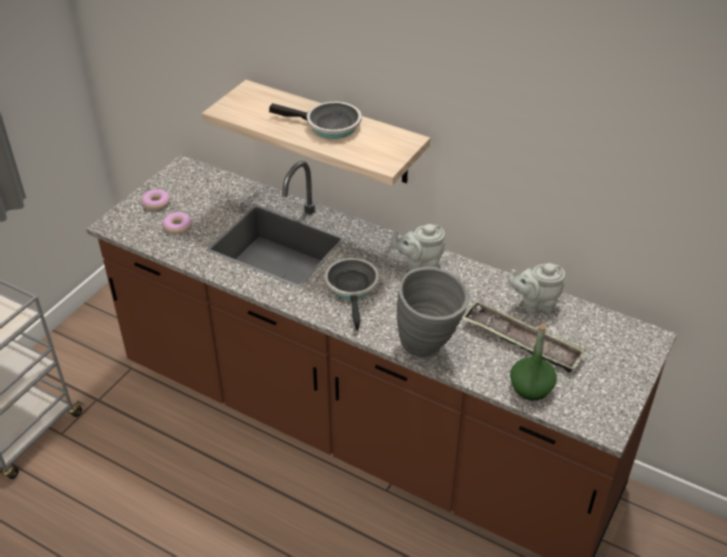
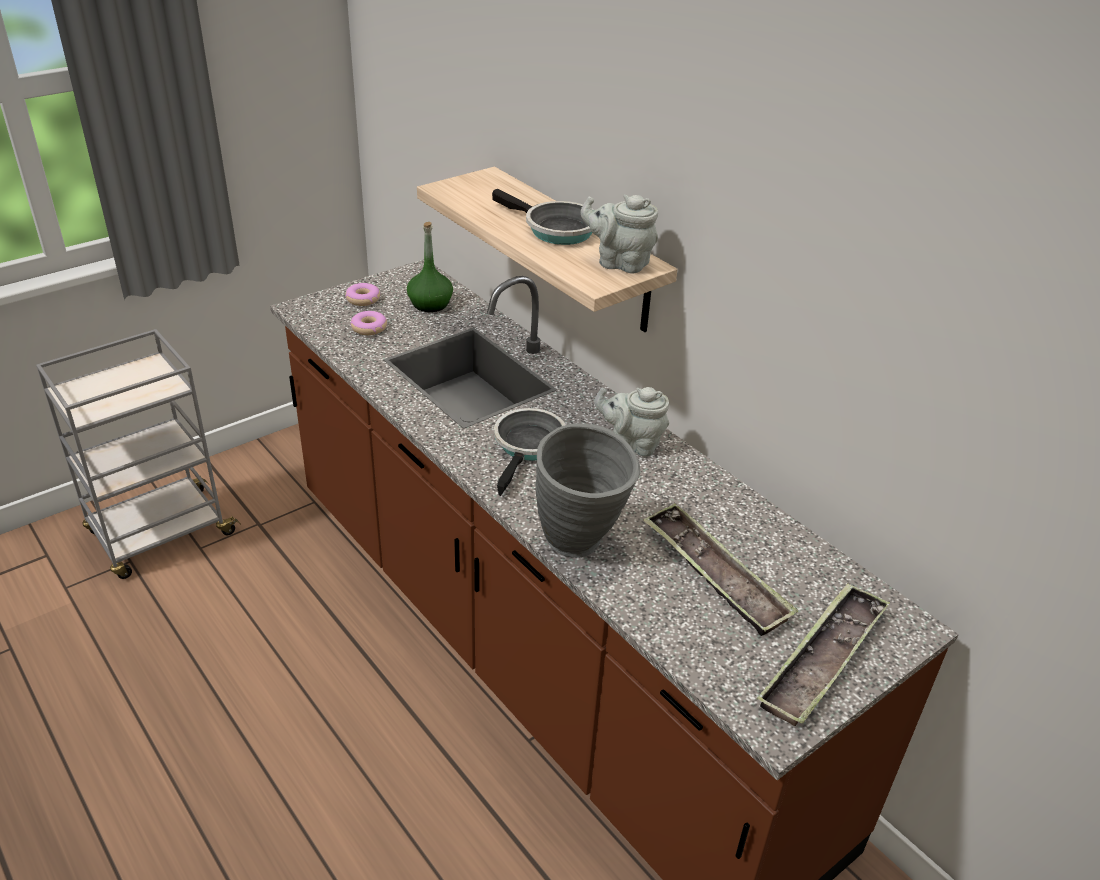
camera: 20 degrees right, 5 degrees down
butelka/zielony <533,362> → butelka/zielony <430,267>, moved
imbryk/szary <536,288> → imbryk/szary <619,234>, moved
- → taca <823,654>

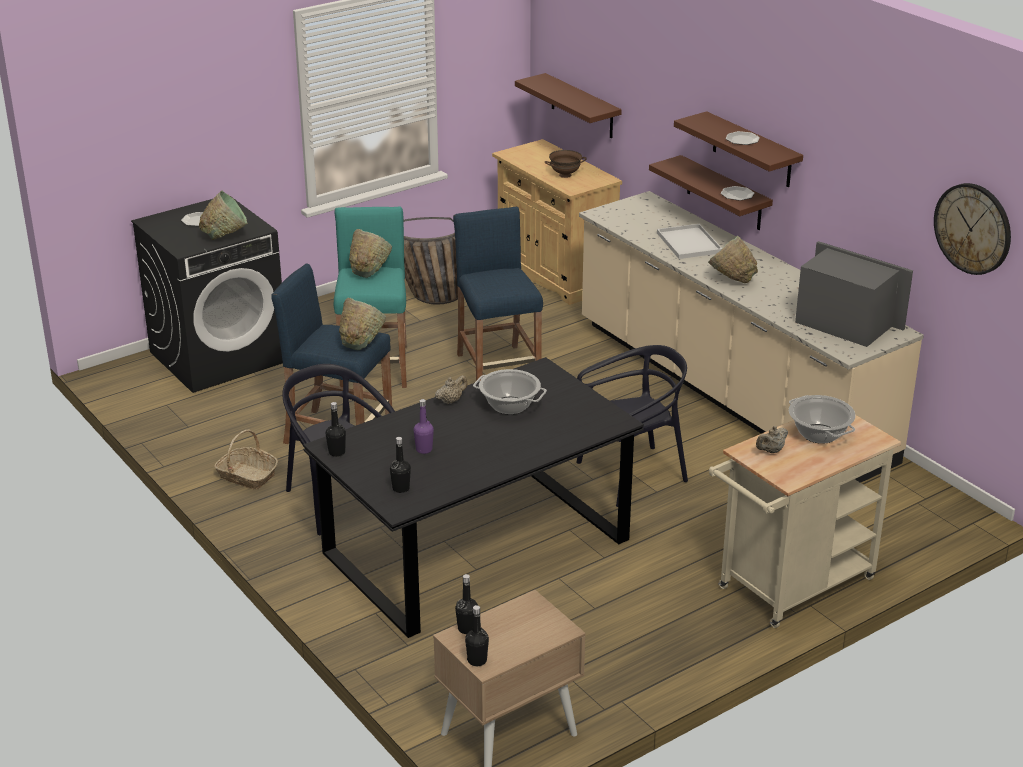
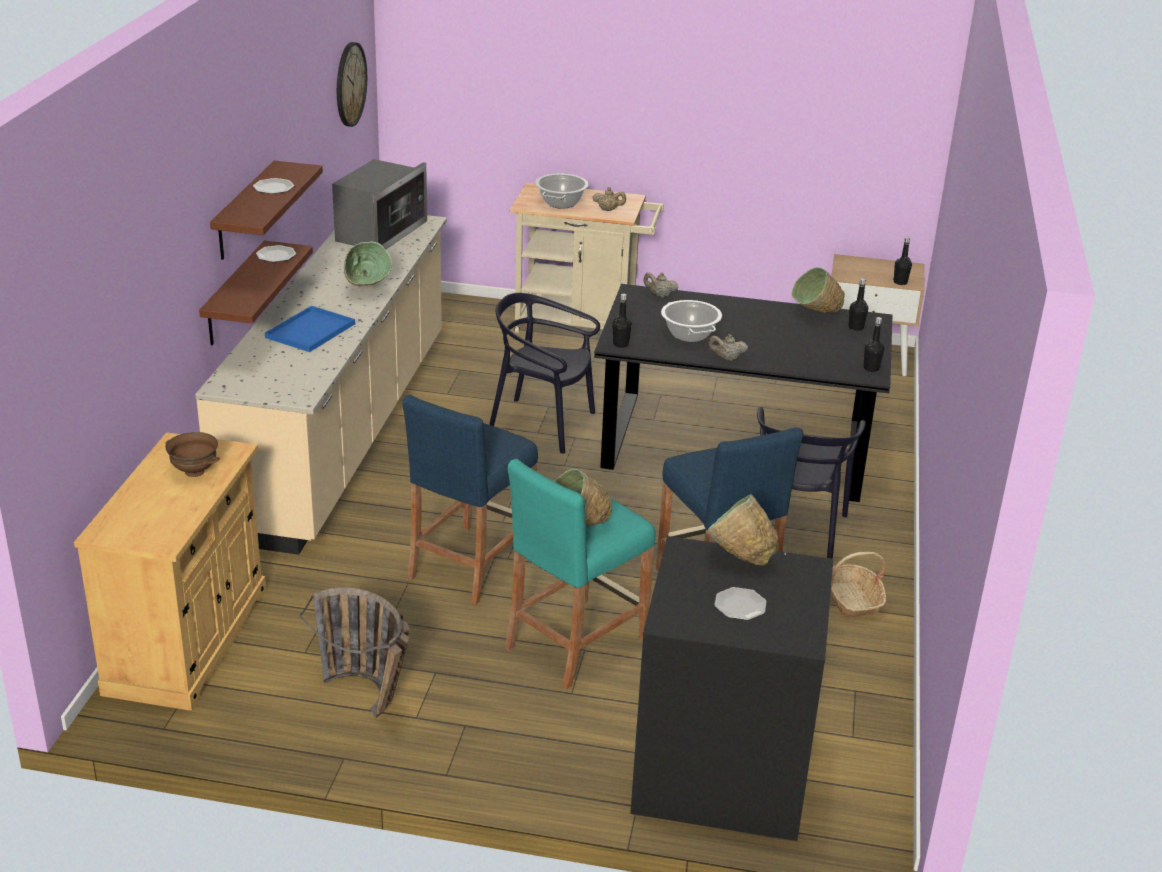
camera: 135 degrees left, 0 degrees up
taca/biały <689,241> → taca/niebieski <310,329>
mikrofalówka <854,294> → mikrofalówka <379,204>, 150 degrees counterclockwise
butelka/czarny <477,635> → butelka/czarny <622,321>, moved
- → imbryk/beżowy <660,285>
miska/zielony <362,324> → miska/zielony <818,290>, moved
butelka/fioletowy <424,426> → -
półka/brązowy <568,105> → -

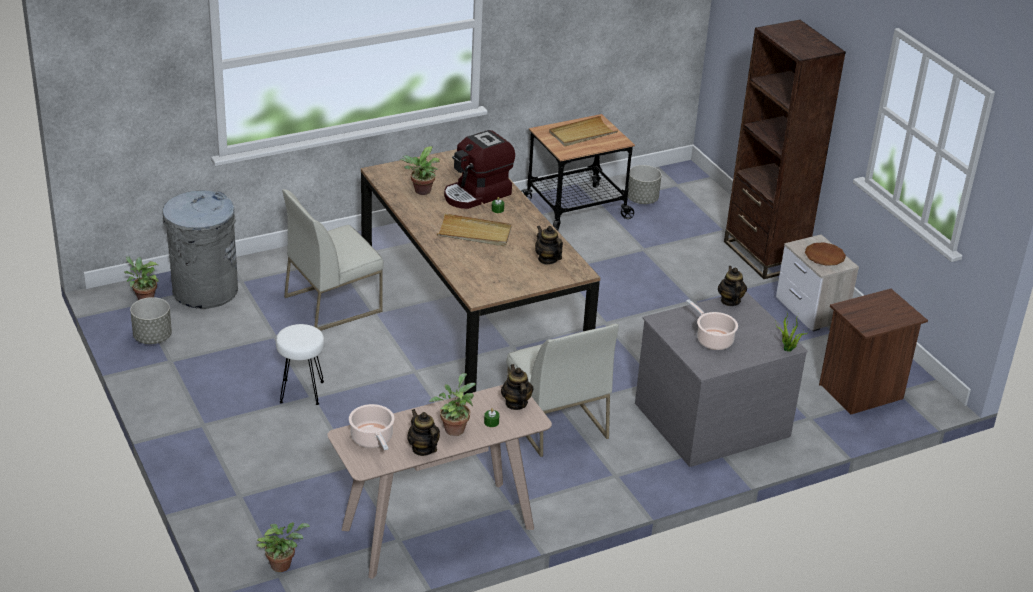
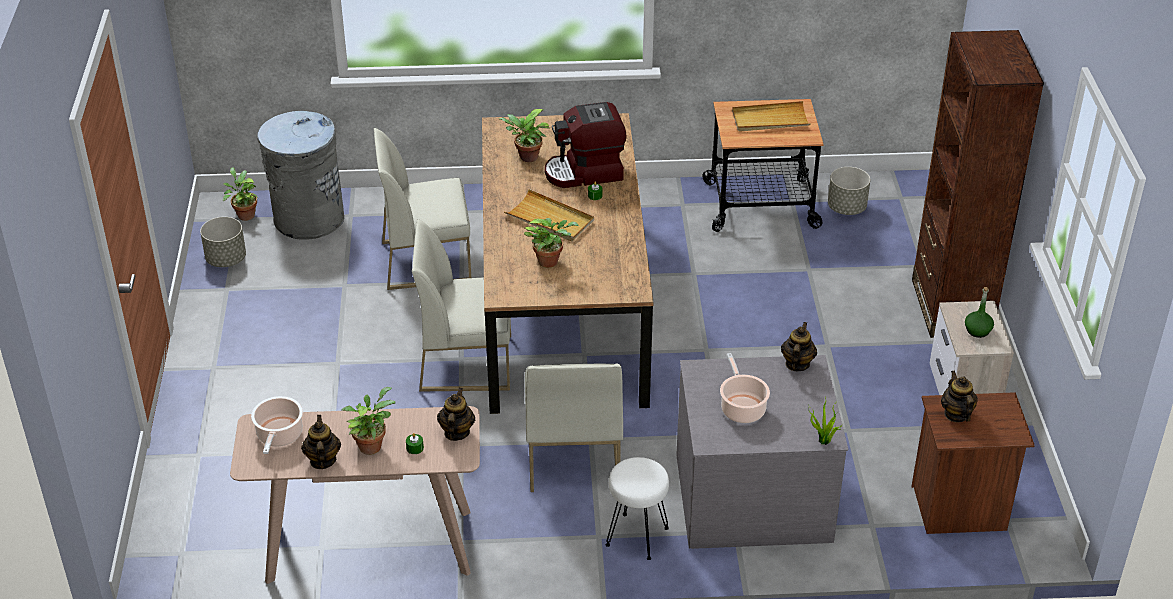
camera: 25 degrees right, 5 degrees up
- → krzesło/biały <461,305>
roślina doniczkowa <283,547> → roślina doniczkowa <551,243>, moved
stołek/biały <300,364> → stołek/biały <637,508>, moved
imbryk <549,245> → imbryk <959,396>, moved
talerz/brązowy <825,254> → butelka/zielony <979,312>

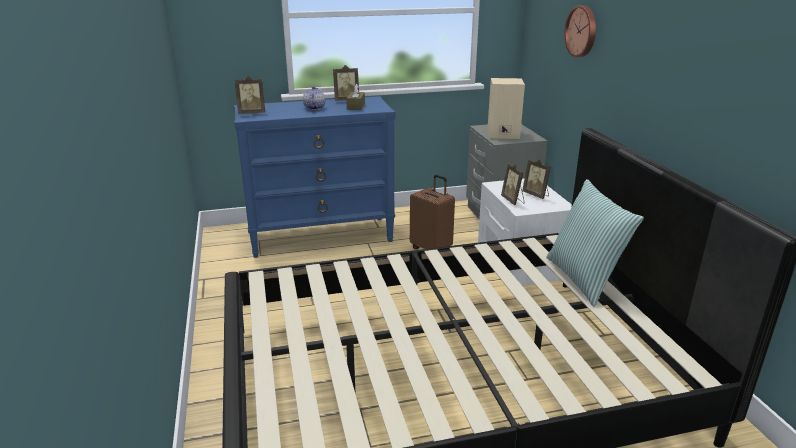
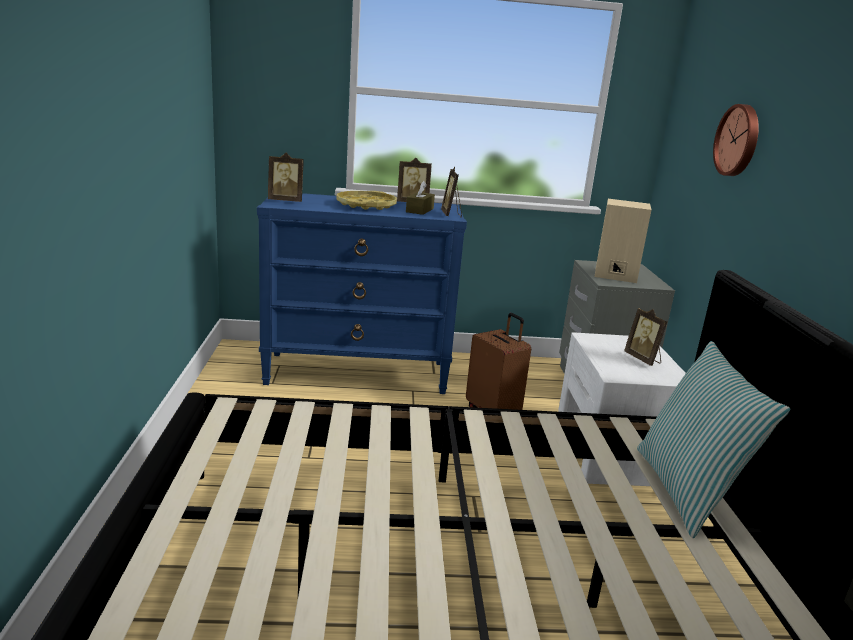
camera: 10 degrees right, 5 degrees down
imbryk <314,98> → taca/żółty <367,200>
ramka na zdjęcie <513,184> → ramka na zdjęcie <451,192>, moved

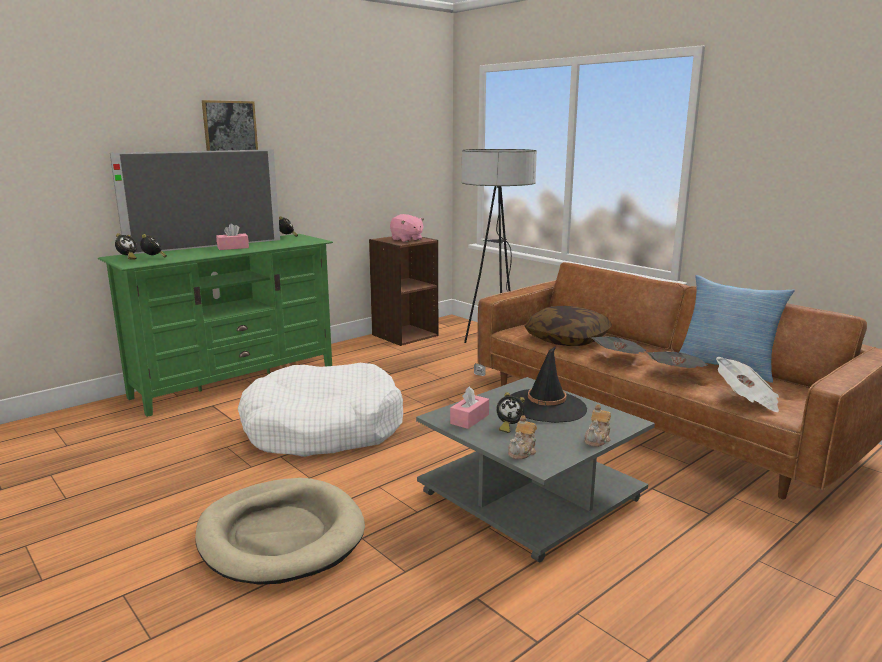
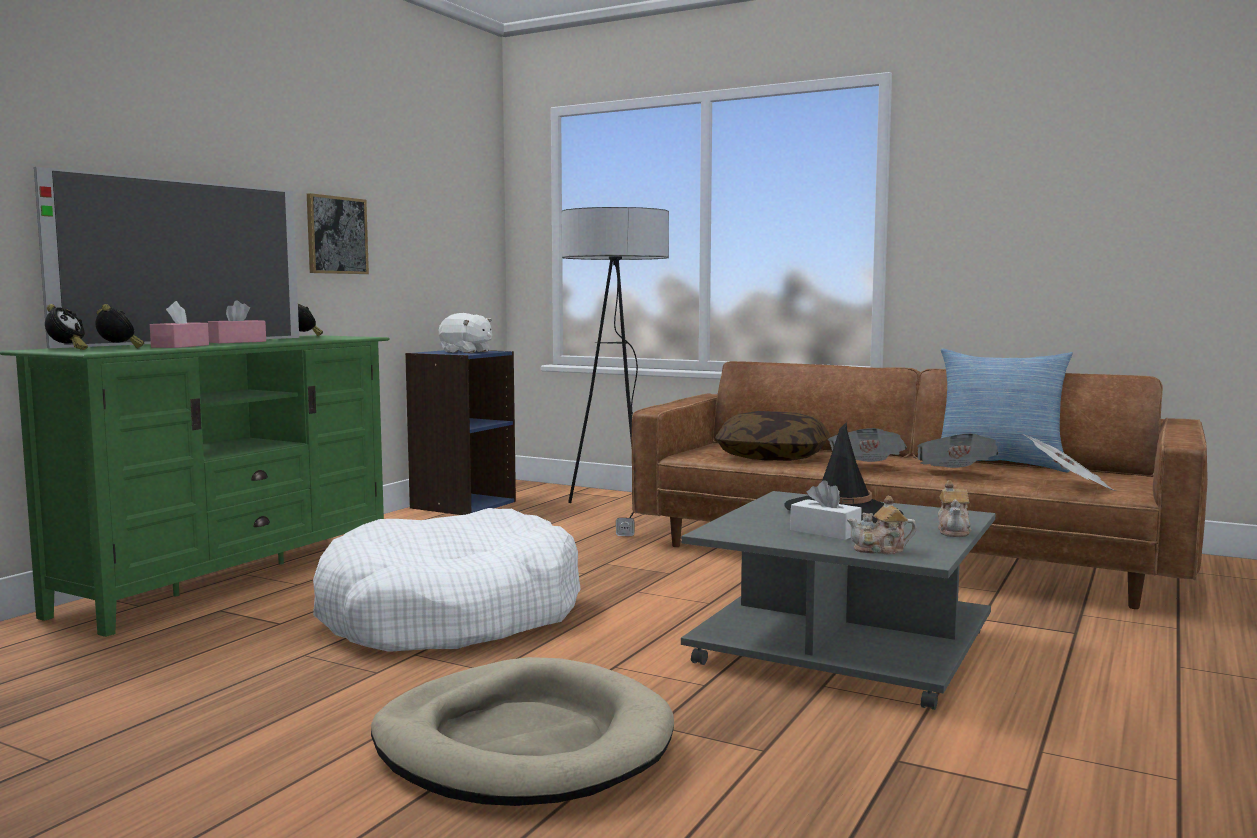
camera: 20 degrees left, 10 degrees down
pudełko chusteczek/różowy <469,408> → pudełko chusteczek/różowy <179,324>, moved
obraz <230,125> → obraz <338,233>, moved
regał/brązowy <403,291> → regał/niebieski <460,432>
pluszak/różowy <407,228> → pluszak/biały <465,333>
budzik <510,412> → pudełko chusteczek/biały <826,510>
imbryk <522,437> → imbryk <882,525>, 75 degrees clockwise

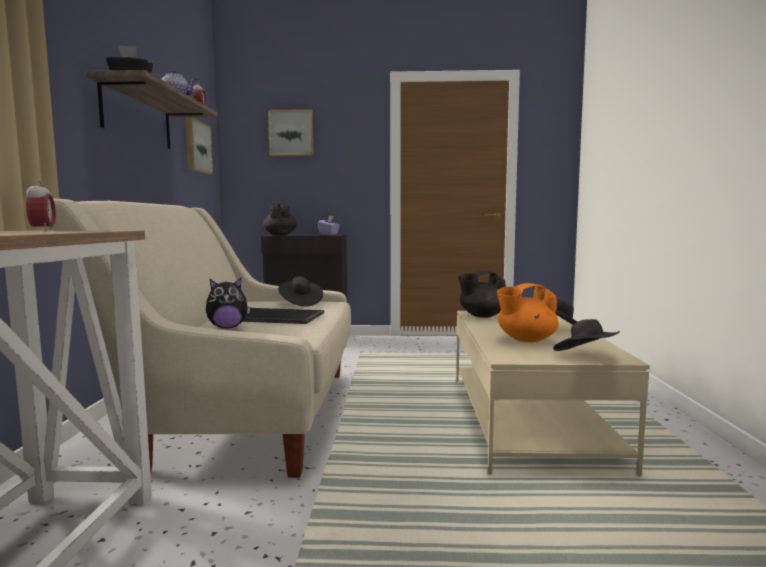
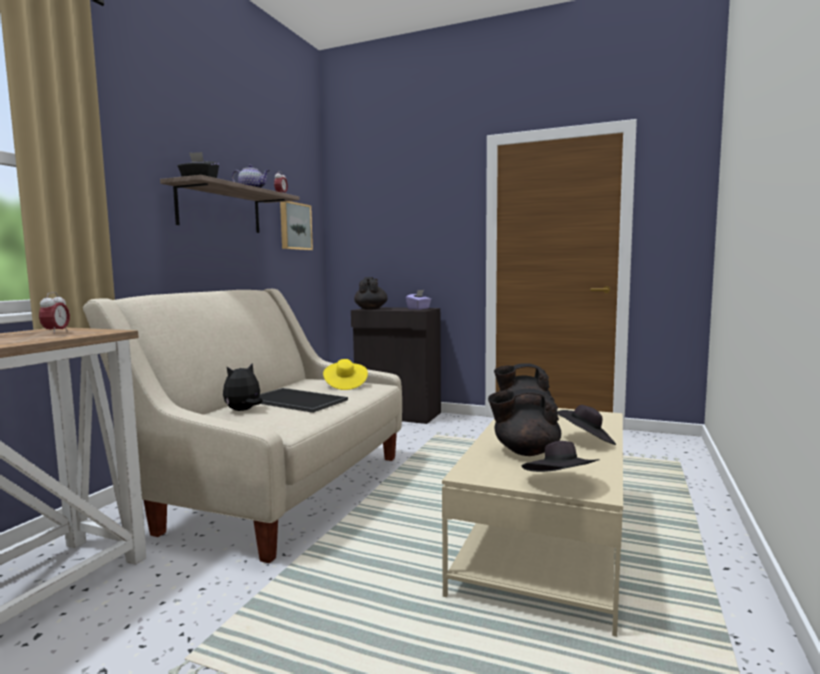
camera: 20 degrees right, 0 degrees up
pluszak <228,303> → pluszak <243,387>, 135 degrees clockwise
kapelusz/czarny <300,291> → kapelusz/żółty <345,374>
imbryk/pomarańczowy <528,312> → imbryk/czarny <524,422>
obraz <291,132> → -

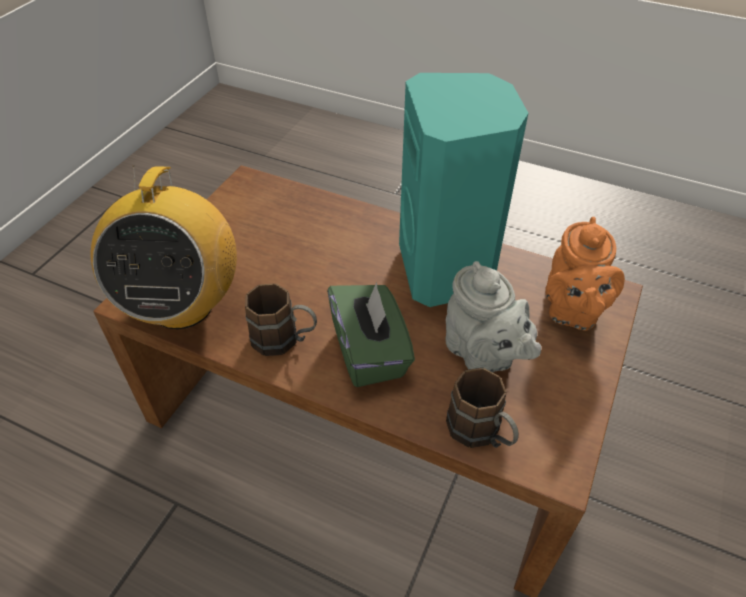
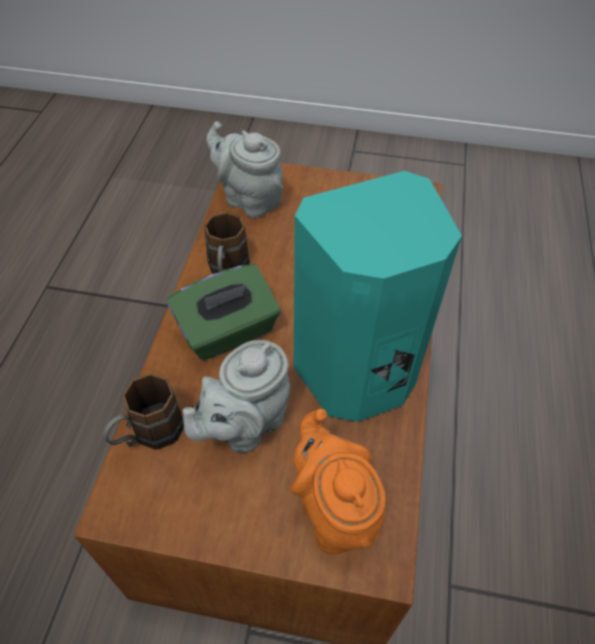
camera: 75 degrees right, 5 degrees up
radio <163,247> → imbryk/szary <244,169>
imbryk/pomarańczowy <585,274> → imbryk/pomarańczowy <338,481>, 75 degrees clockwise

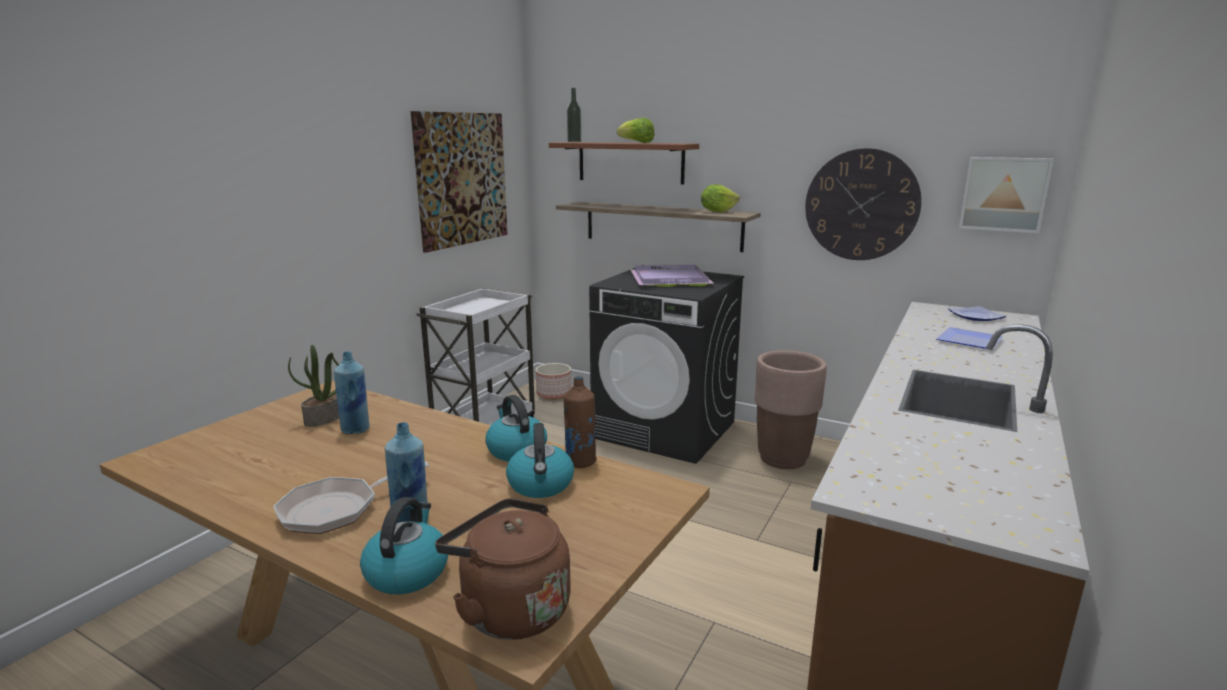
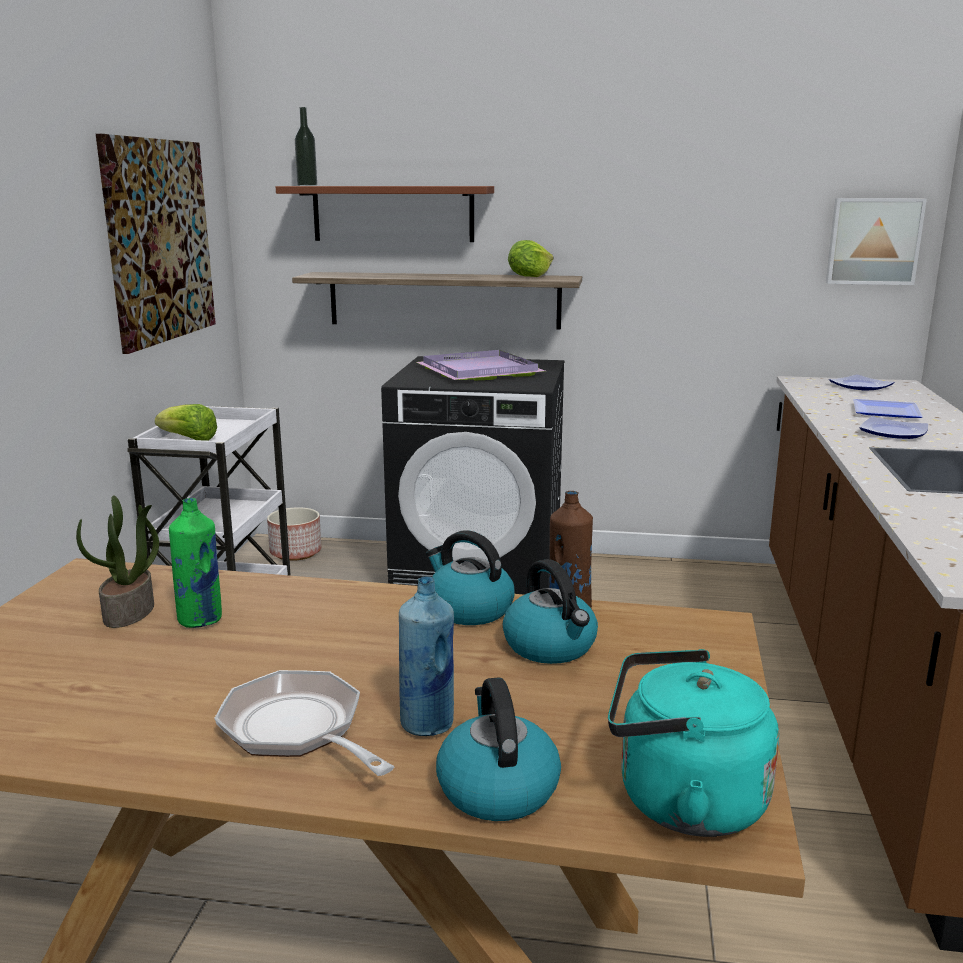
camera: 20 degrees left, 0 degrees up
sałata <635,130> → sałata <186,422>, moved
butelka/niebieski <352,393> → butelka/zielony <195,563>
patelnia <351,497> → patelnia <304,723>, 105 degrees clockwise
czajnik/brązowy <503,569> → czajnik/turkusowy <693,743>
- → talerz <894,427>
donica/brązowy <791,409> → -
zegar ścienny <863,204> → -

